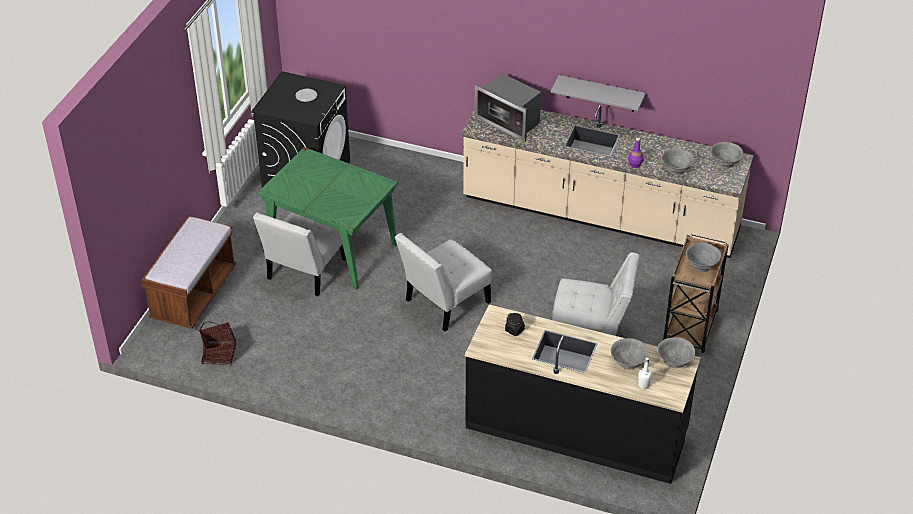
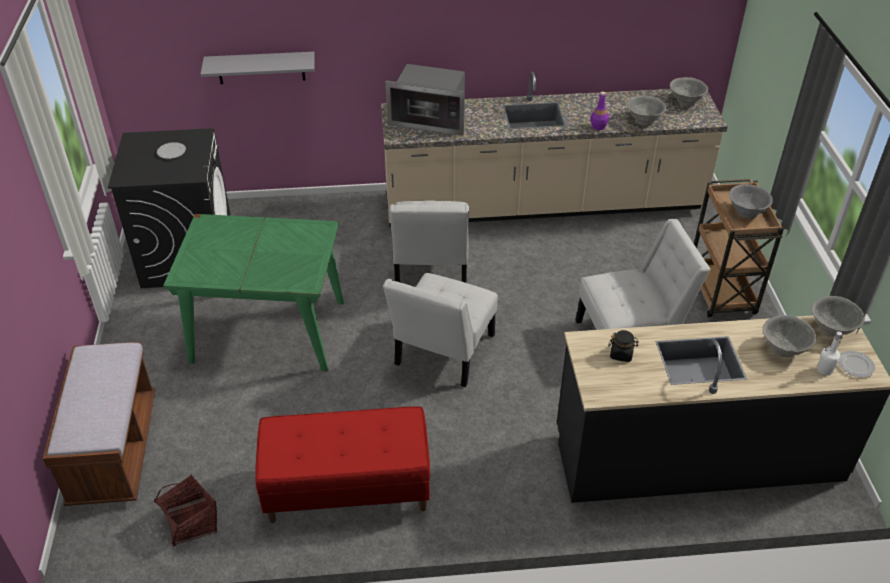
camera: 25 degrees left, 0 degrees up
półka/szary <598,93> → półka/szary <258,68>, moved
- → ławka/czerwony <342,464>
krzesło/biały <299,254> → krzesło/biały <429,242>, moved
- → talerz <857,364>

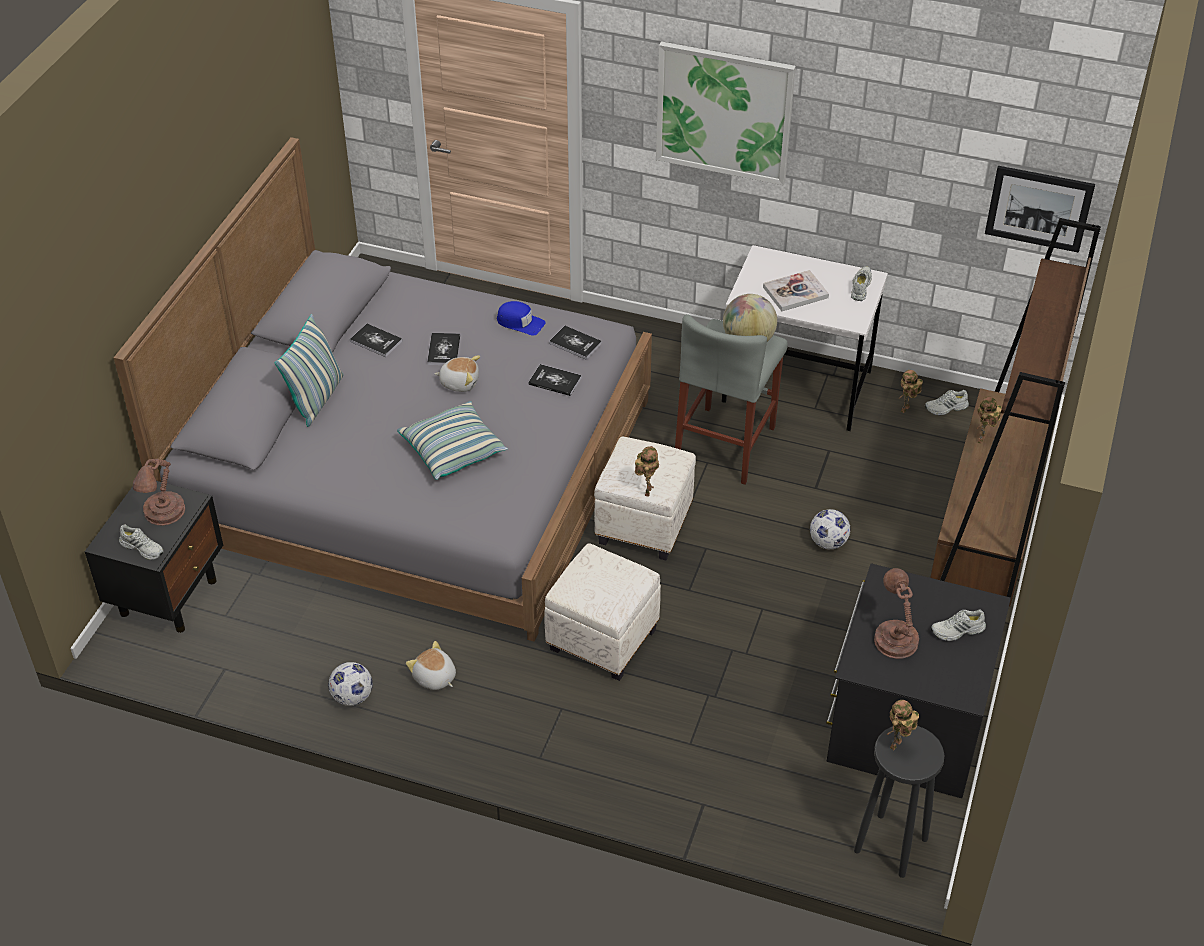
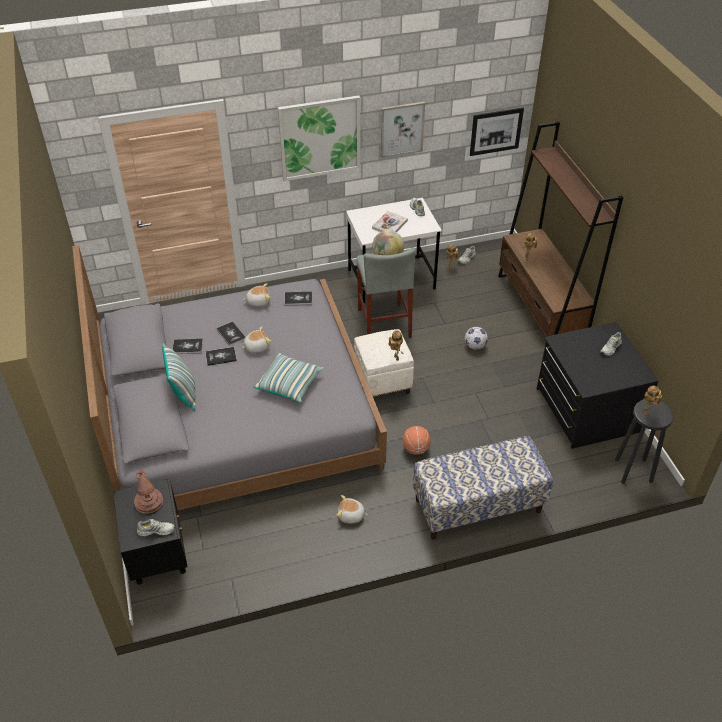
camera: 35 degrees left, 0 degrees up
książka <555,380> → książka <221,356>, moved
czapka z daszkiem/niebieski <521,318> → pluszak <256,295>
- → obraz <403,130>
pufa/biały <603,612> → piłka do koszykówki <417,440>
- → ławka <483,488>
piłka futbolowa <350,684> → -
lampa stołowa/brązowy <896,613> → -

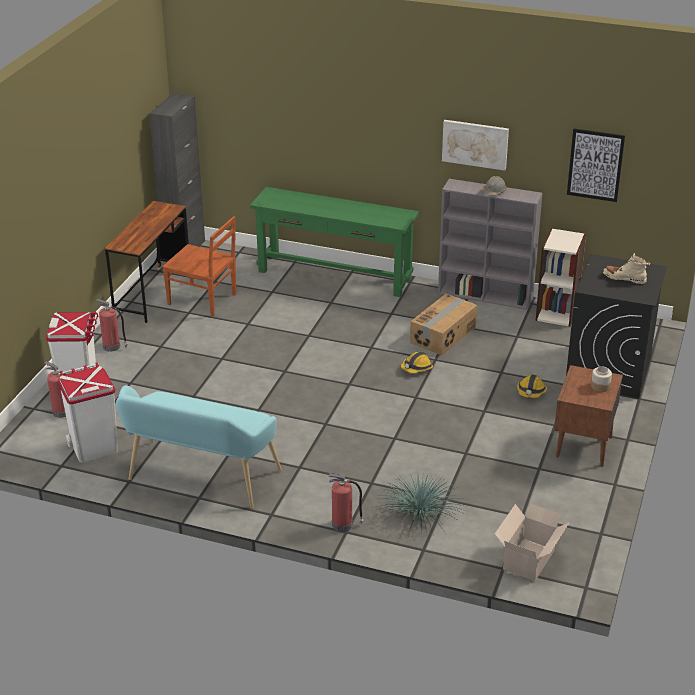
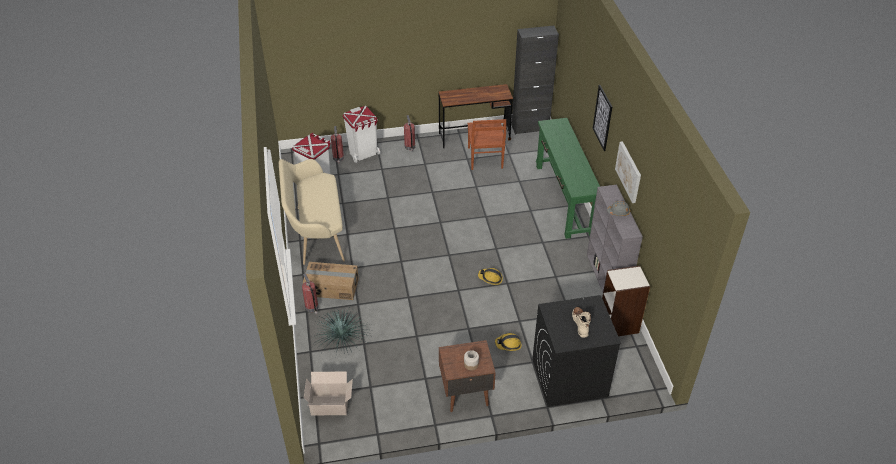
camera: 60 degrees right, 10 degrees up
ławka/turkusowy <199,446> → ławka/beżowy <312,212>
karton <443,325> → karton <331,281>, moved
obraz <596,165> → obraz <602,118>, moved

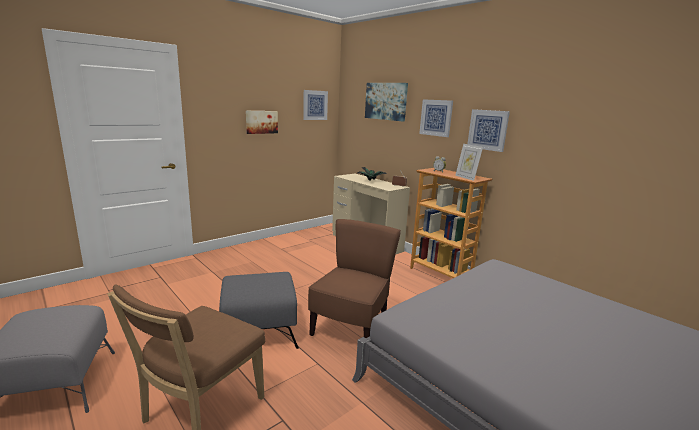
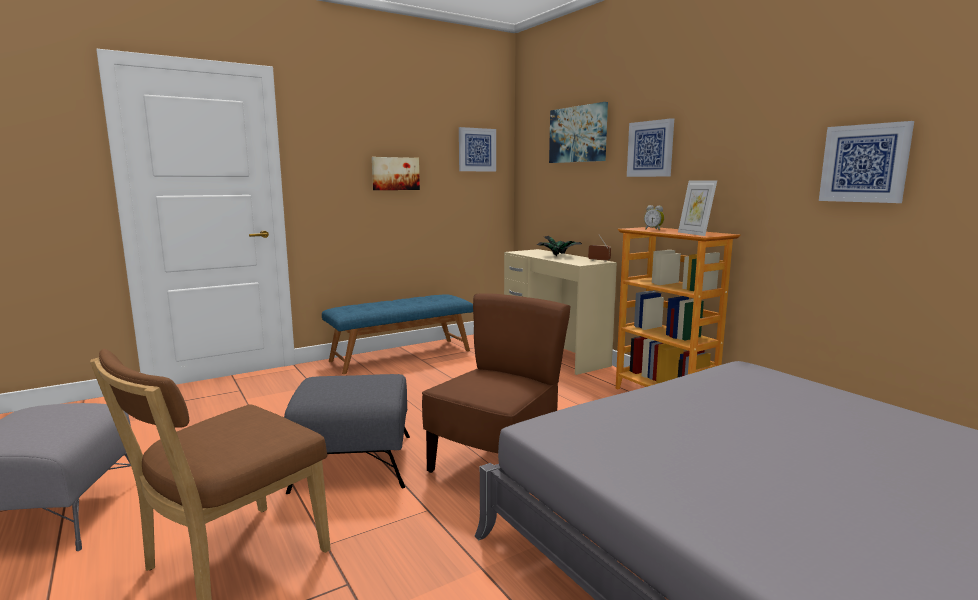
camera: 10 degrees right, 5 degrees down
- → ławka/niebieski <397,334>
obraz <488,130> → obraz <866,162>, moved

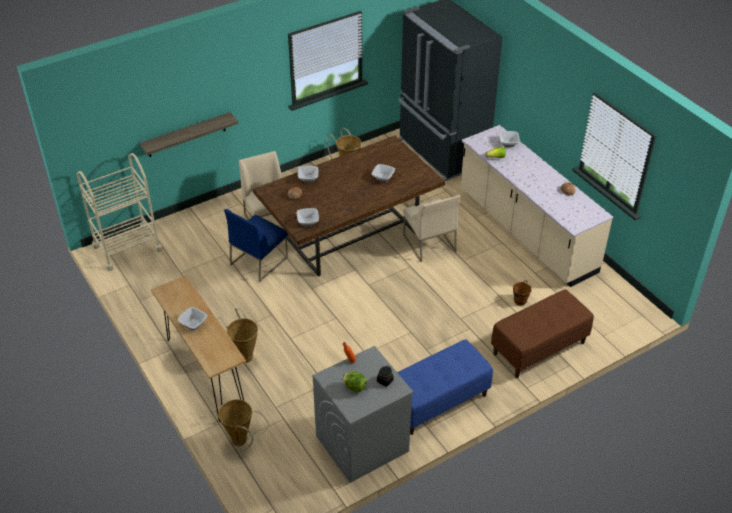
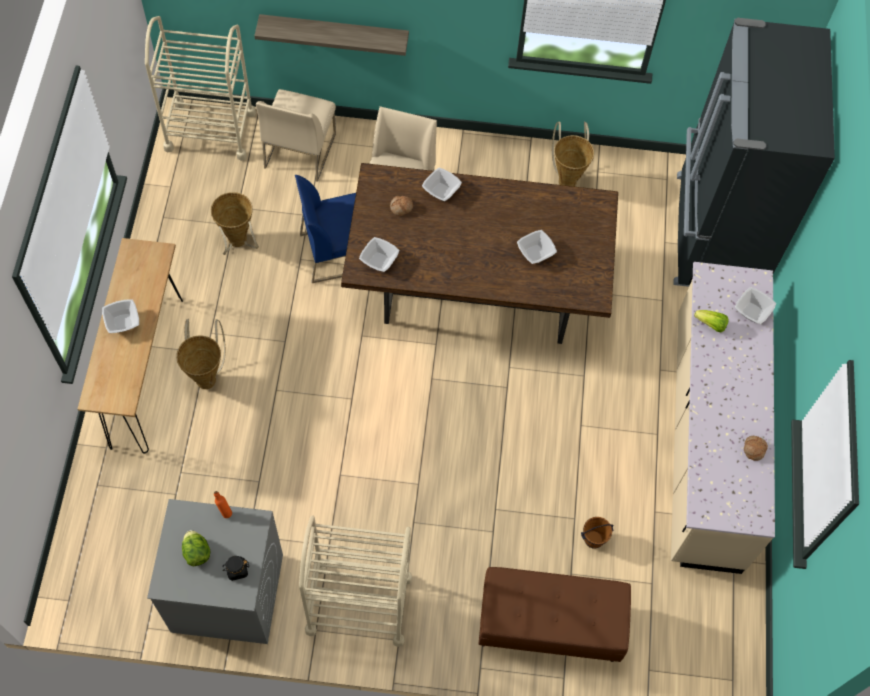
camera: 35 degrees right, 20 degrees up
koszyk <243,425> → koszyk <235,223>, moved
krzesło/beżowy <431,228> → krzesło/beżowy <296,135>, moved
ławka/niebieski <445,387> → wózek/beżowy <355,581>

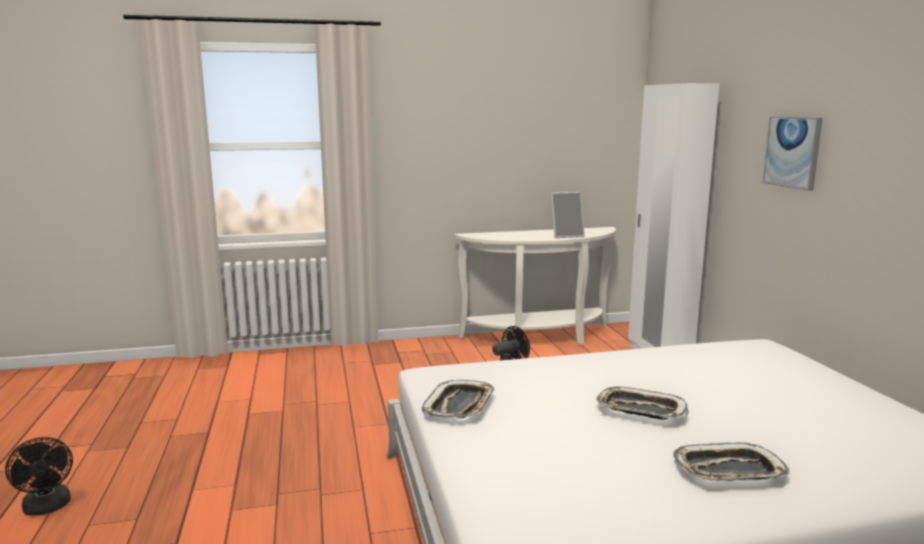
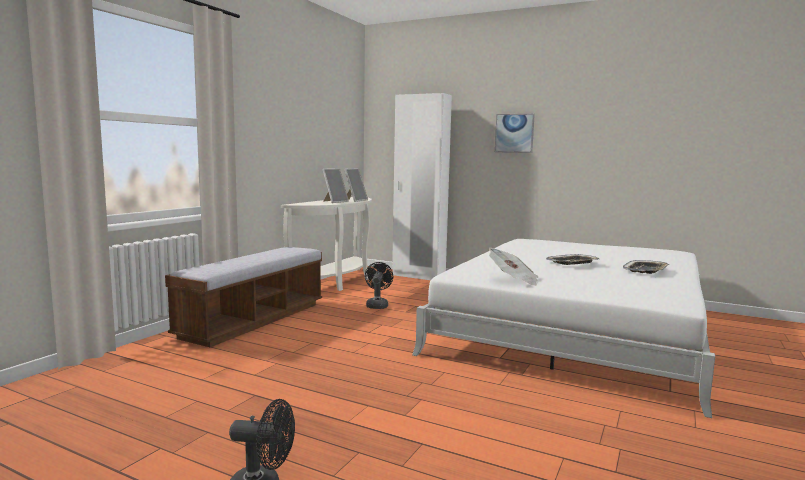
camera: 50 degrees left, 5 degrees down
- → ławka <243,297>
- → ramka na zdjęcie <335,185>
taca <458,399> → gazeta <513,267>

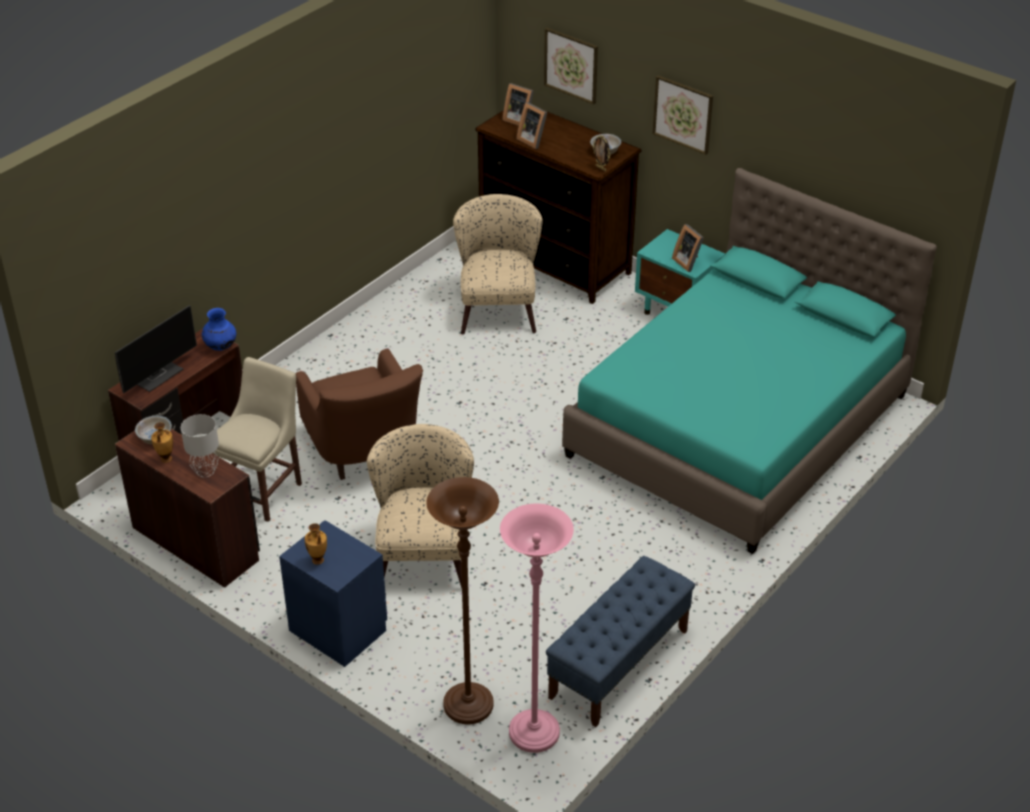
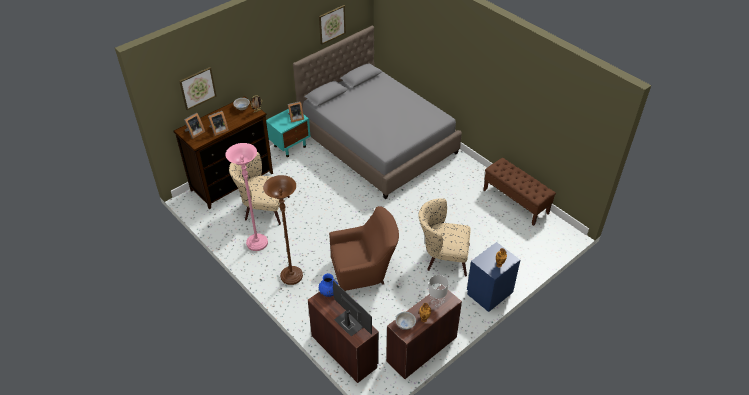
camera: 80 degrees left, 5 degrees up
lampa stojąca/różowy <537,628> → lampa stojąca/różowy <246,197>, moved
lampa stojąca/brązowy <462,600> → lampa stojąca/brązowy <283,230>, moved
łóżko/turkusowy <749,361> → łóżko/szary <377,113>
obraz <683,115> → obraz <332,25>, moved
ławka/niebieski <620,641> → ławka/brązowy <519,192>
krzesło/beżowy <257,439> → -

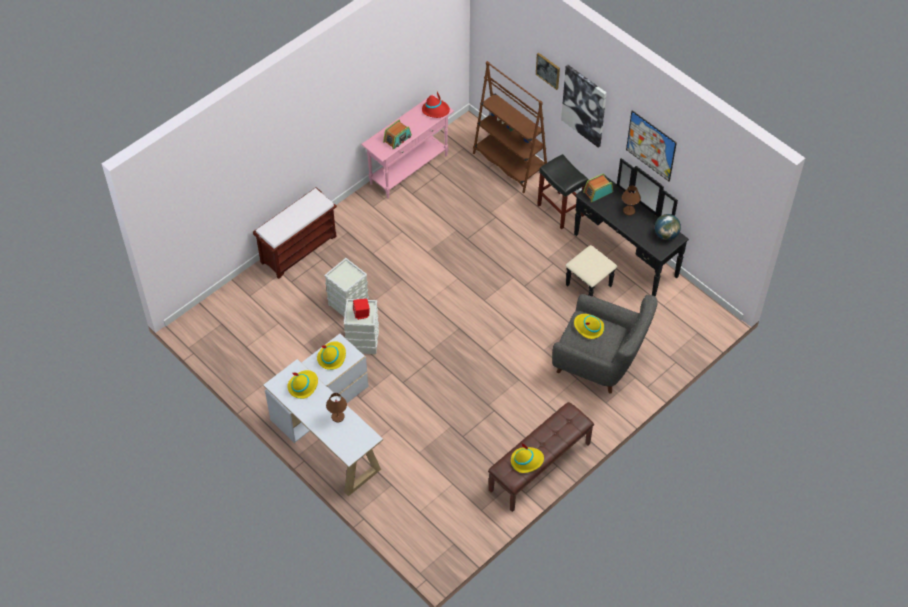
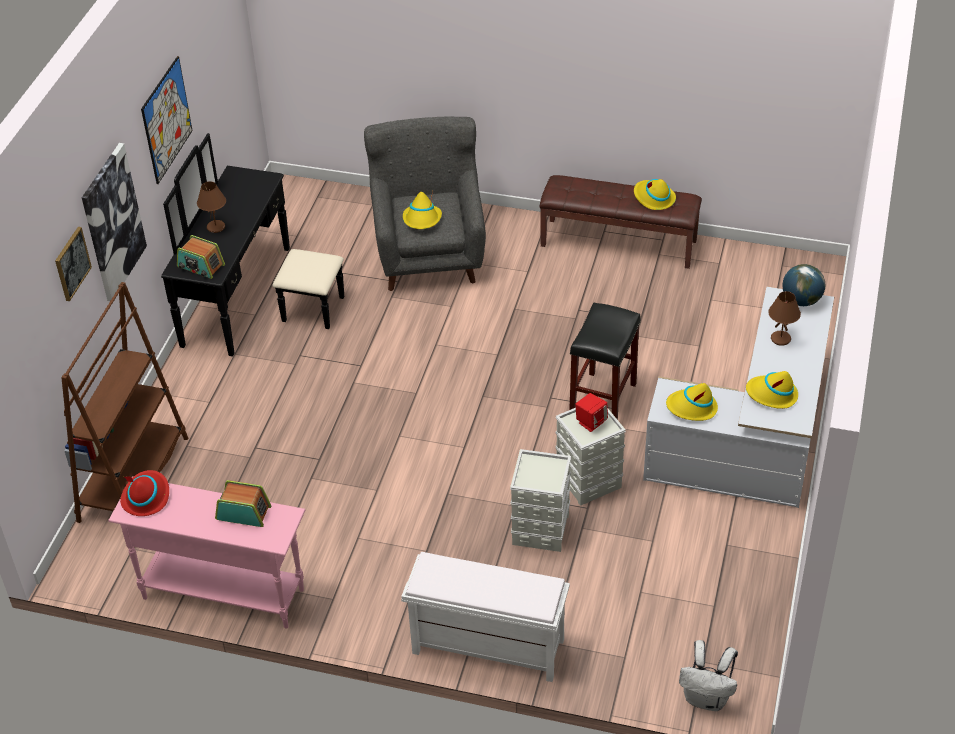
camera: 120 degrees left, 10 degrees down
ławka/brązowy <295,233> → ławka/biały <485,617>
stołek/czarny <563,191> → stołek/czarny <605,361>, moved
- → plecak/biały <708,675>
globus <668,227> → globus <803,285>, moved

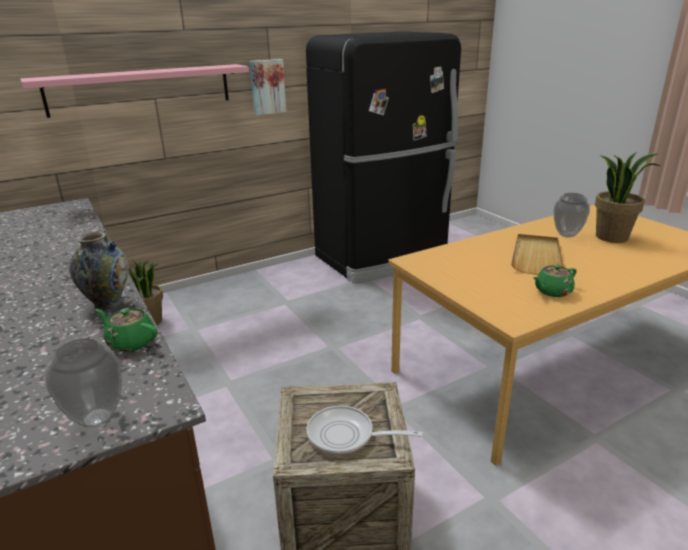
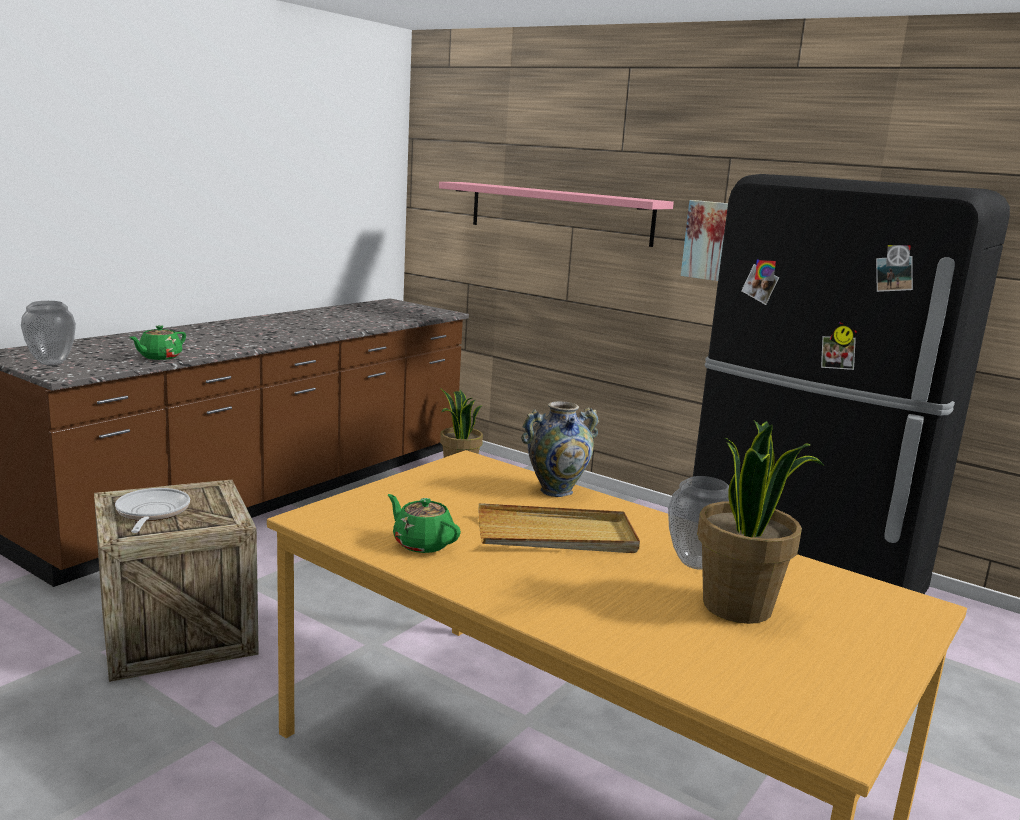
camera: 65 degrees right, 10 degrees down
imbryk/zielony <126,330> → imbryk/zielony <157,342>, 150 degrees counterclockwise
wazon <99,270> → wazon <560,449>, moved

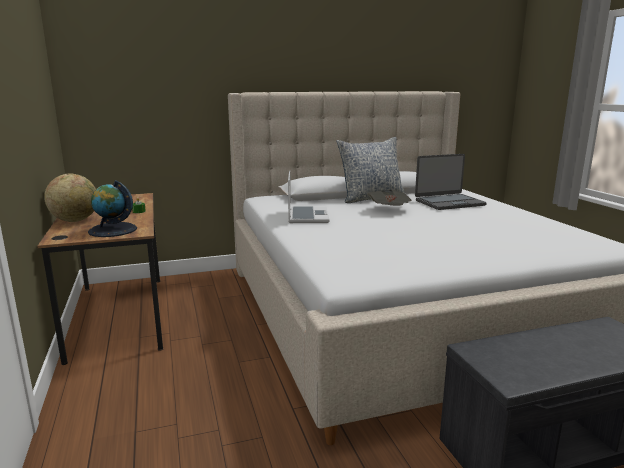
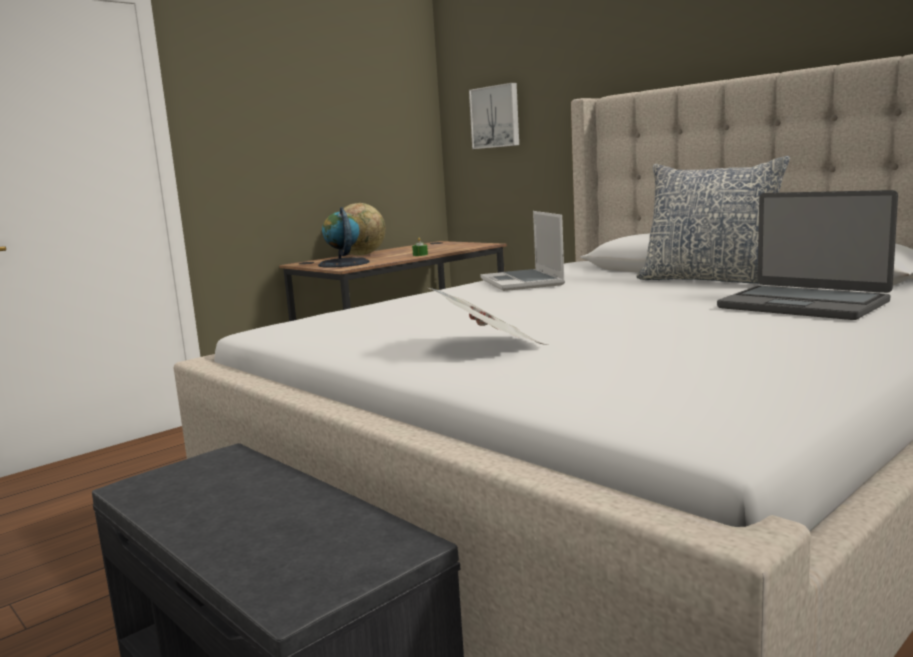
camera: 65 degrees right, 5 degrees down
gazeta <389,198> → gazeta <486,316>, moved
- → obraz <494,116>
laptop <308,197> → laptop <522,251>, 105 degrees clockwise

